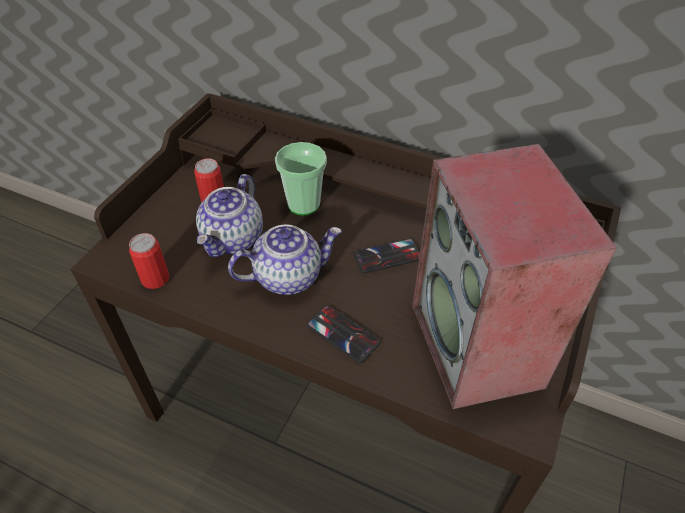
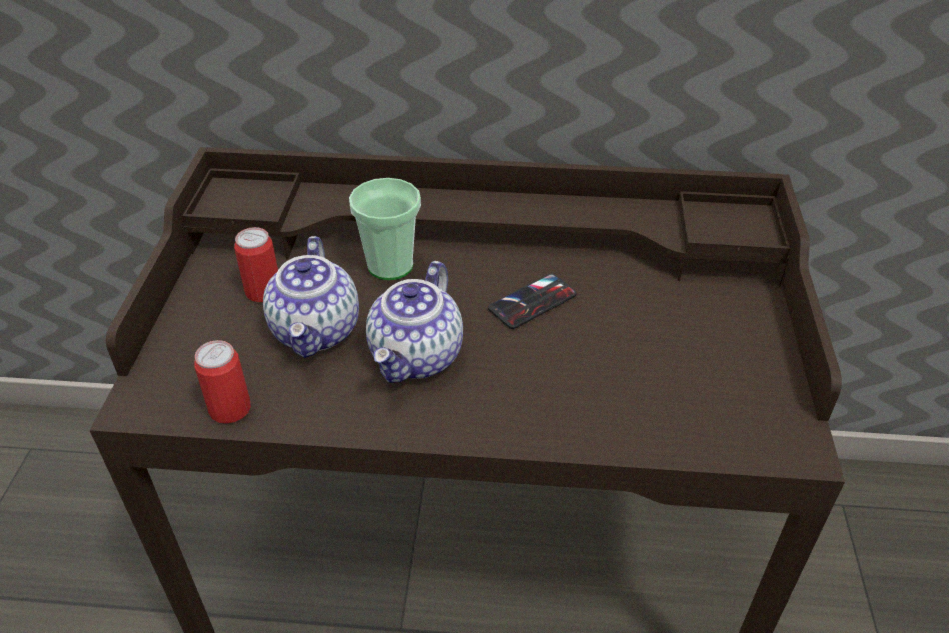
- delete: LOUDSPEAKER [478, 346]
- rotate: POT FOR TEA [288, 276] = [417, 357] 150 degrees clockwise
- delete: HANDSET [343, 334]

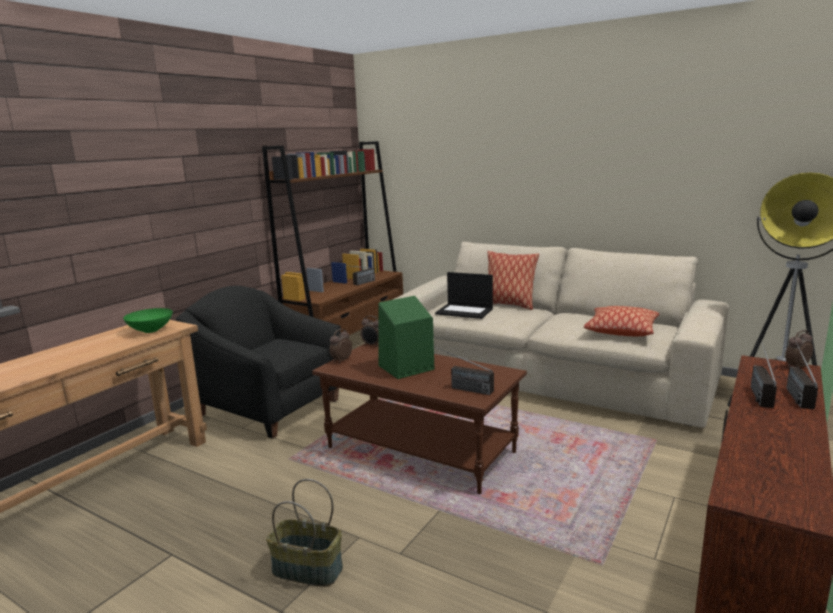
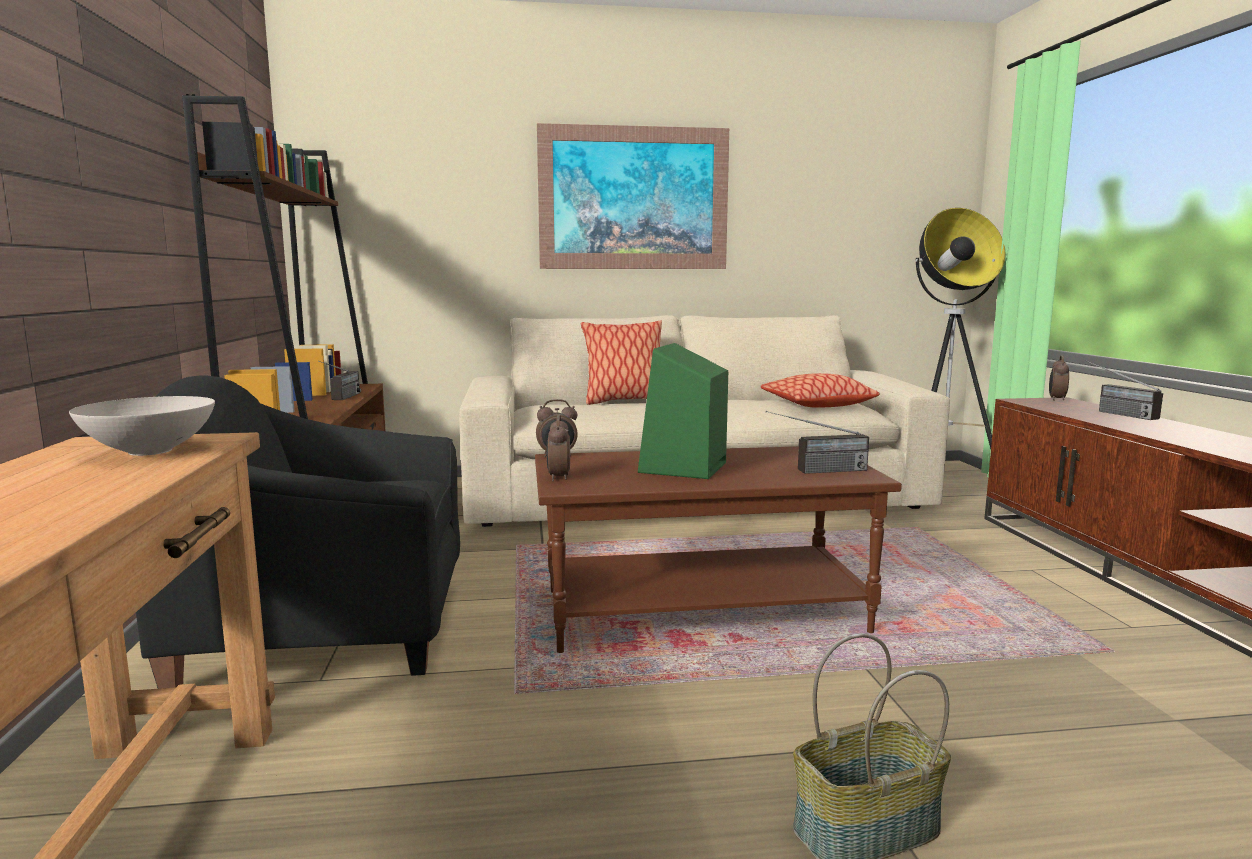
- delete: NOTEBOOK COMPUTER [465, 311]
- recolor: GREEN-COLOURED BOWL [151, 331] to WHITE BOWL [151, 451]
- delete: RADIO SET [757, 391]
- insert: WALL ART [634, 198]

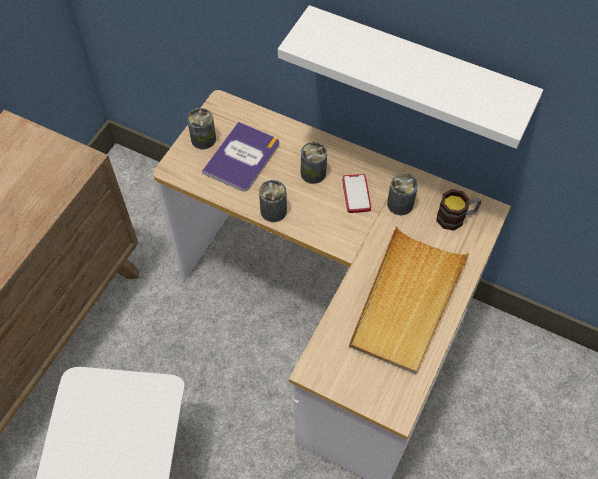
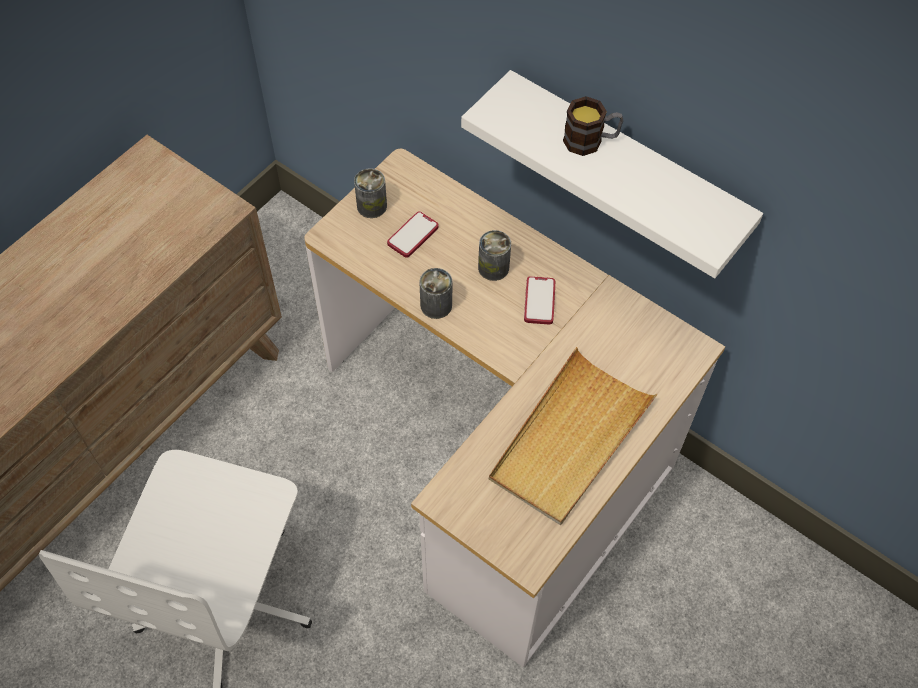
- replace: VOLUME [242, 157] to HANDSET [413, 235]
- delete: SEALED CAN [400, 204]
- move: COFFEE MUG [456, 217] to [591, 141]

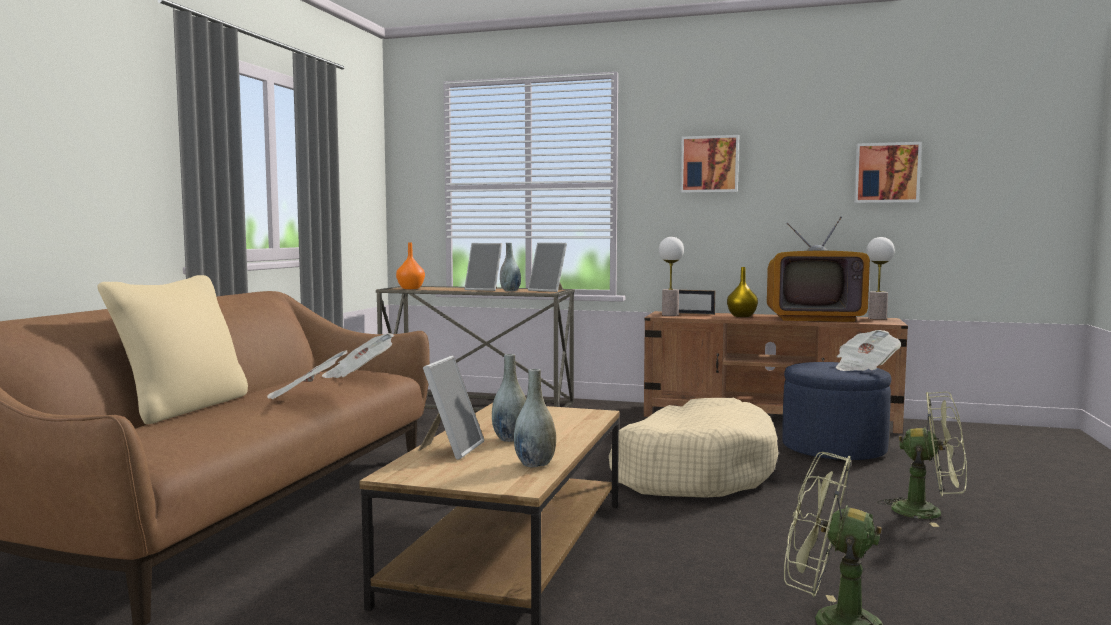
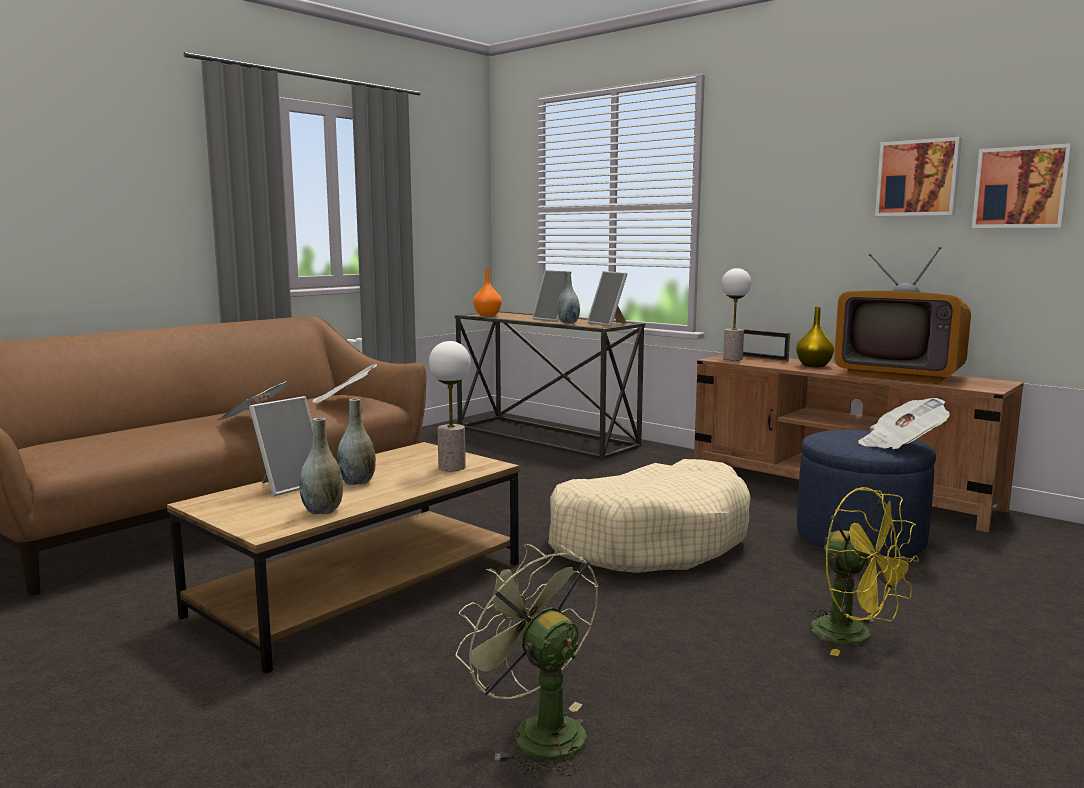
- move: WALL ART [709, 164] to [918, 178]
- move: LAMP FOR A TABLE [877, 318] to [452, 467]
- delete: BEIGE THROW PILLOW [183, 408]
- recolor: GREEN-COLOURED COOLING FAN [928, 512] to YELLOW-COLOURED COOLING FAN [855, 637]

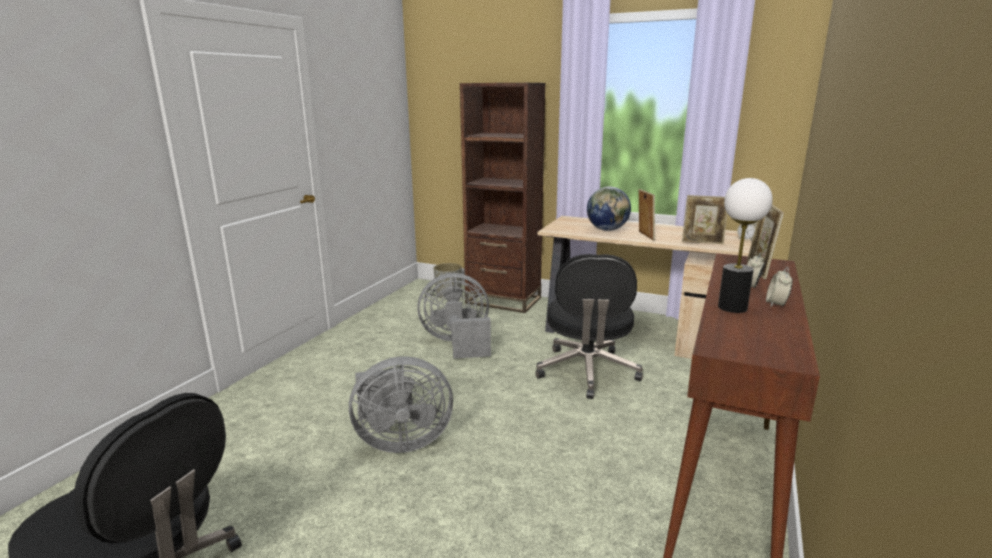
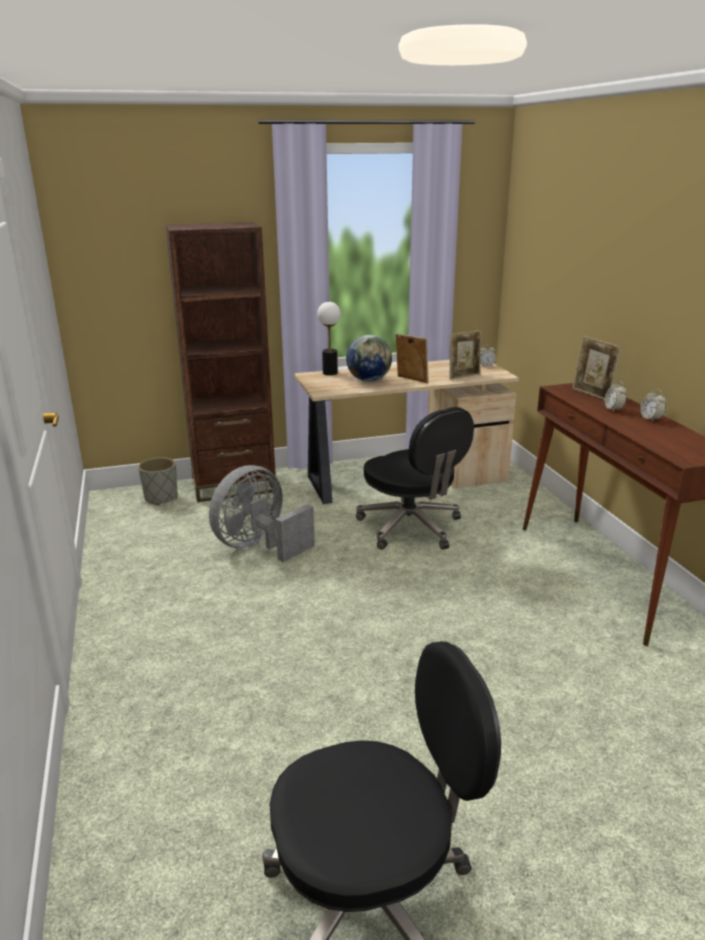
- move: LAMP FOR A TABLE [732, 307] to [330, 373]
- delete: GRAY COOLING FAN [400, 441]

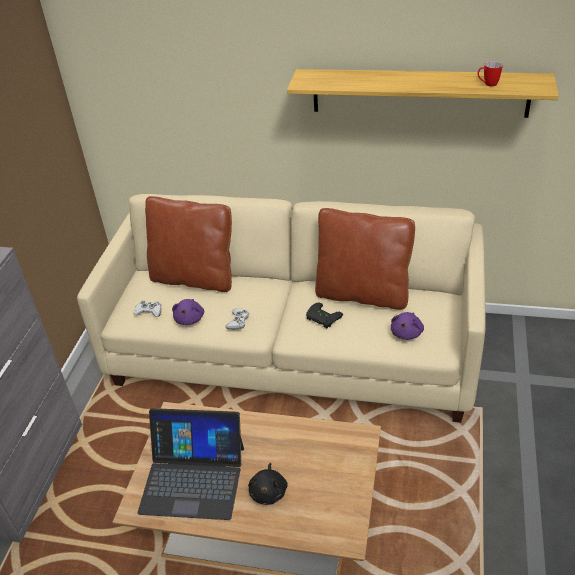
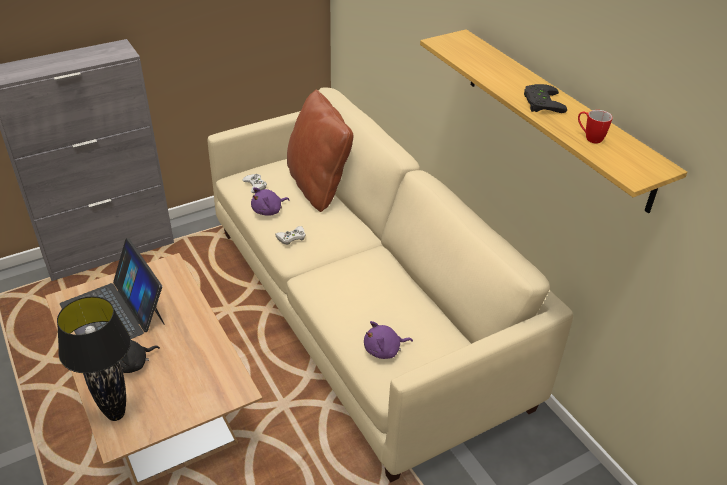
- delete: BROWN THROW PILLOW [363, 294]
- move: BLACK-COLOURED GAME CONTROLLER [322, 318] to [540, 102]
- insert: BLACK-COLOURED LAMP FOR A TABLE [116, 414]

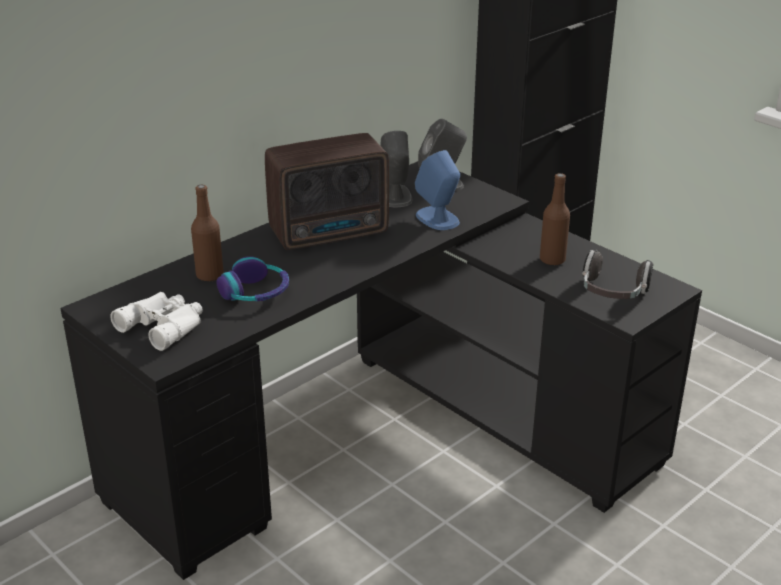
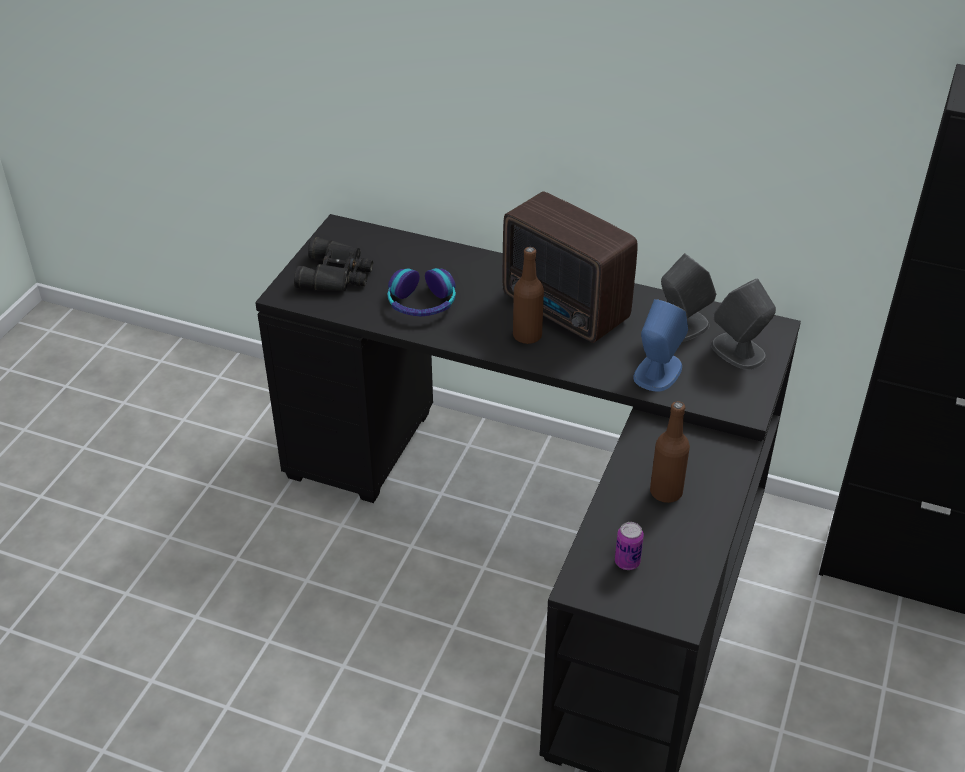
- move: BROWN BEVERAGE BOTTLE [210, 275] to [527, 336]
- replace: HEADPHONES [613, 293] to SEALED CAN [627, 562]
- recolor: WHITE BINOCULARS [164, 325] to BLACK-COLOURED BINOCULARS [337, 274]

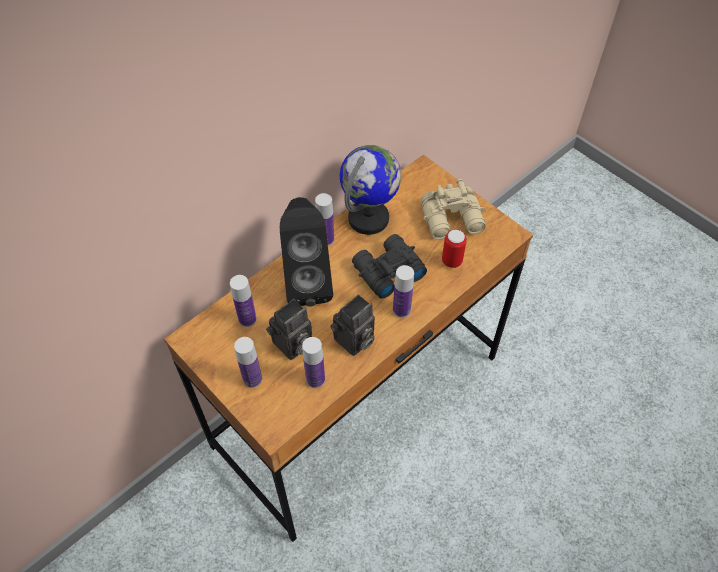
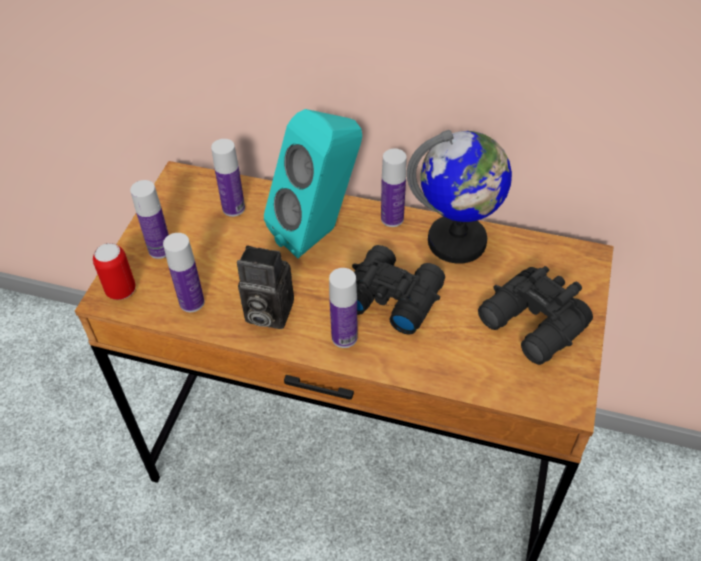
- recolor: BEIGE BINOCULARS [453, 220] to BLACK-COLOURED BINOCULARS [532, 326]
- recolor: BLACK-COLOURED LOUDSPEAKER [307, 282] to BLUE-GREEN LOUDSPEAKER [319, 232]
- move: SEALED CAN [451, 261] to [121, 290]
- delete: PHOTO CAMERA [292, 346]

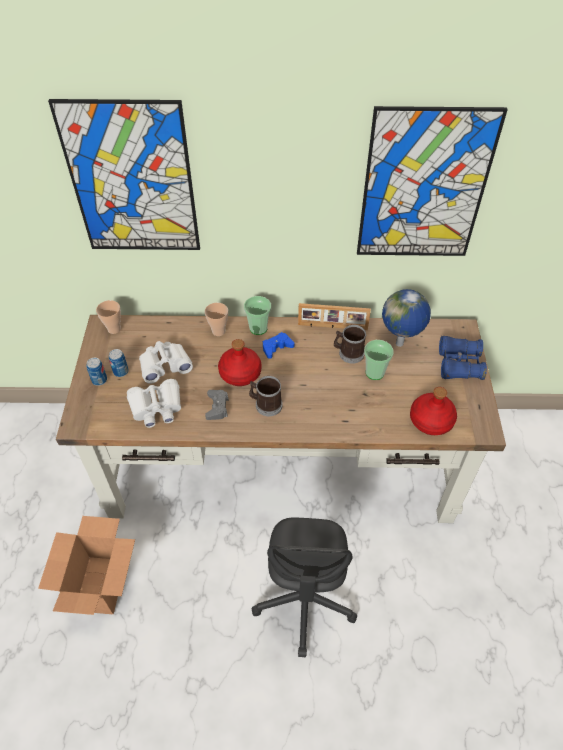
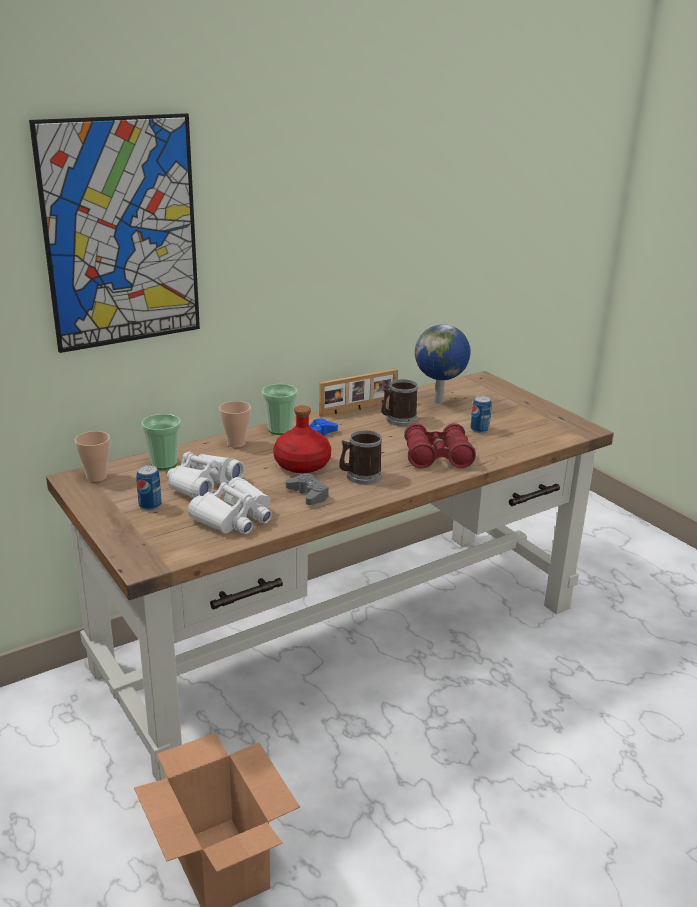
- delete: WALL ART [424, 187]
- delete: BLUE-COLOURED BINOCULARS [459, 364]
- move: CUP [374, 372] to [164, 464]
- move: SEALED CAN [99, 380] to [479, 430]
- delete: RED BEVERAGE BOTTLE [430, 420]
- delete: GRAY COMPUTER CHAIR [304, 602]
- insert: RED BINOCULARS [437, 457]

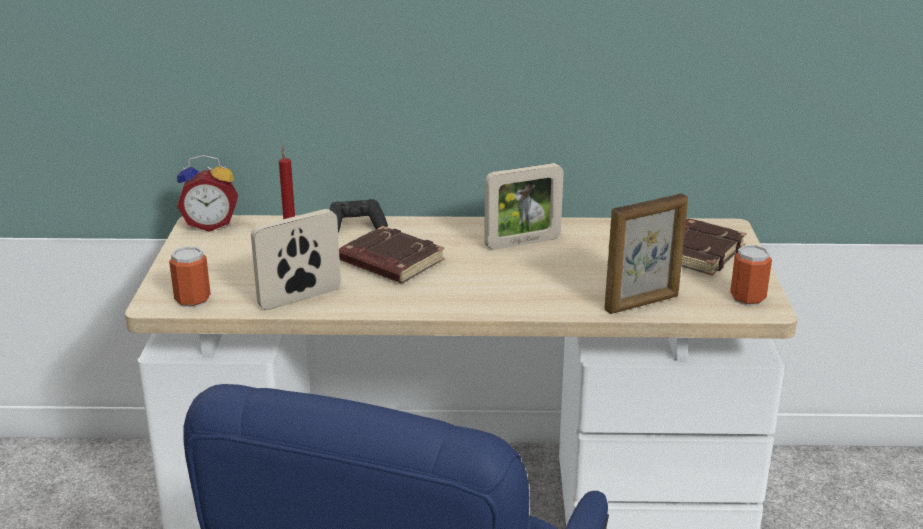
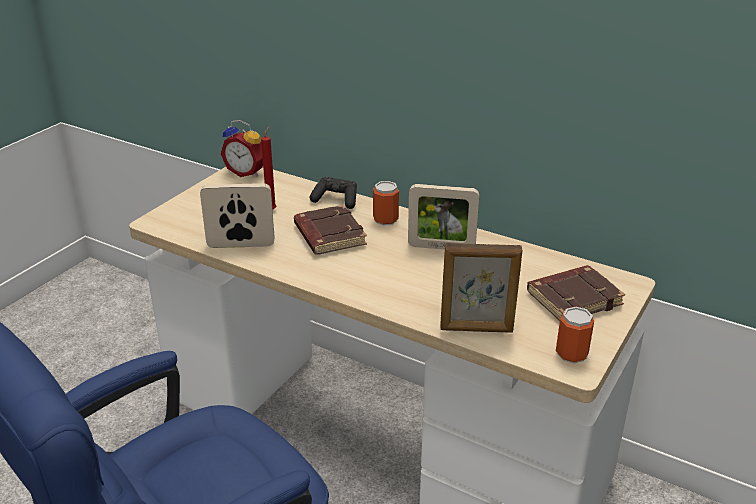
- move: SEALED CAN [192, 300] to [385, 219]

